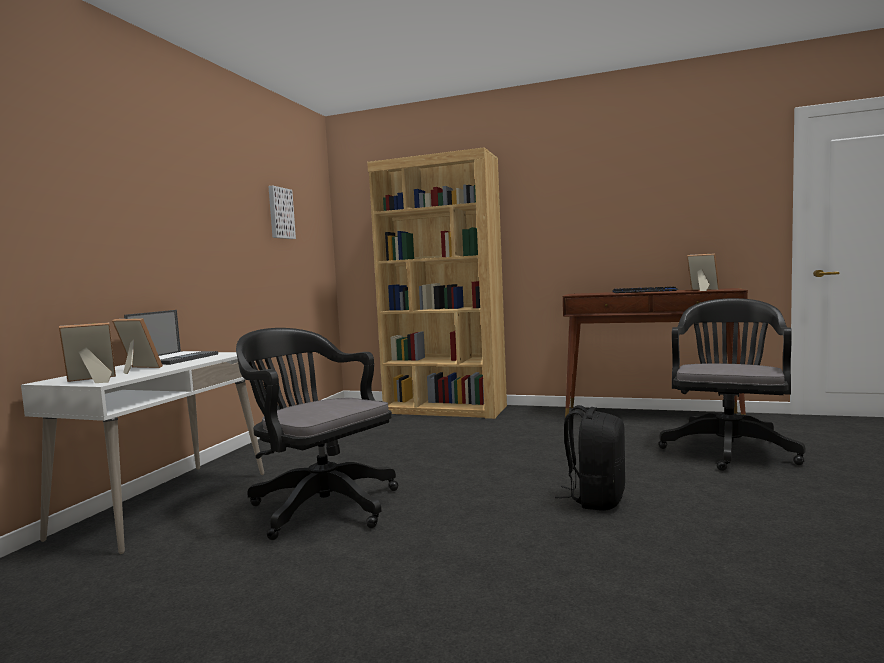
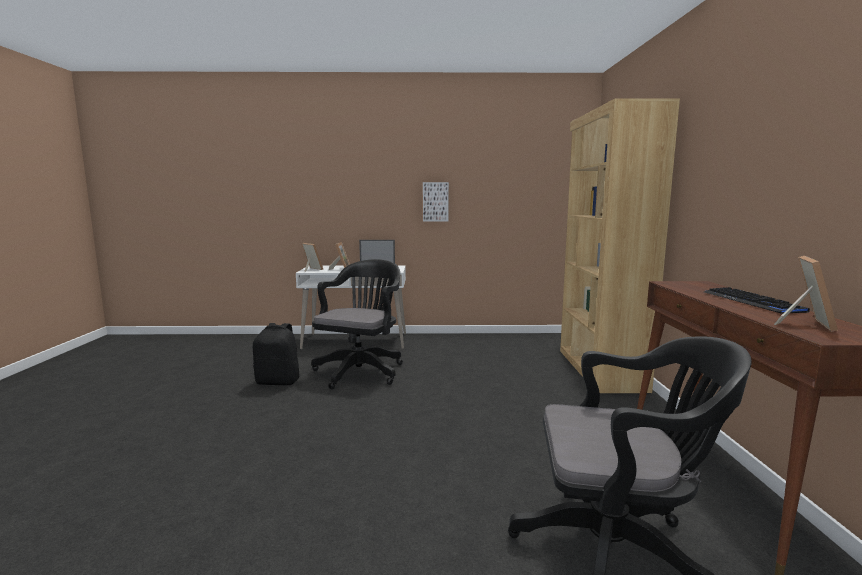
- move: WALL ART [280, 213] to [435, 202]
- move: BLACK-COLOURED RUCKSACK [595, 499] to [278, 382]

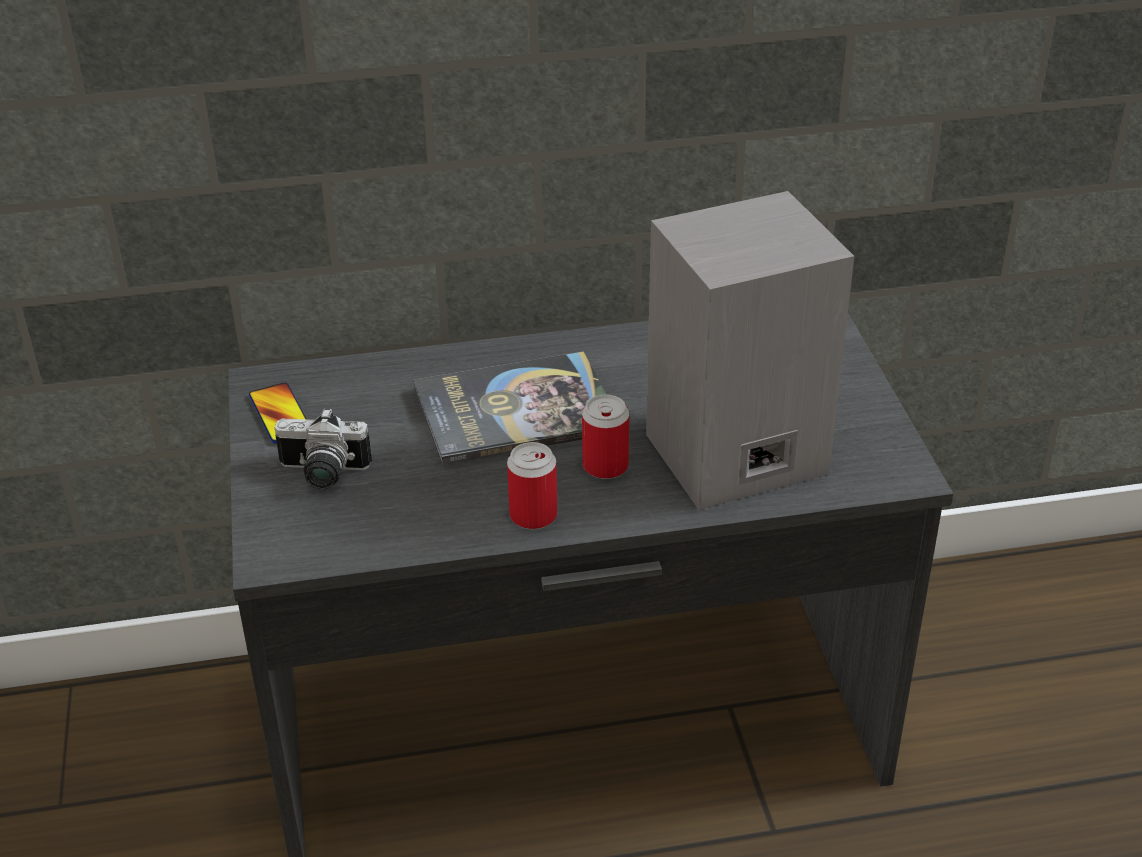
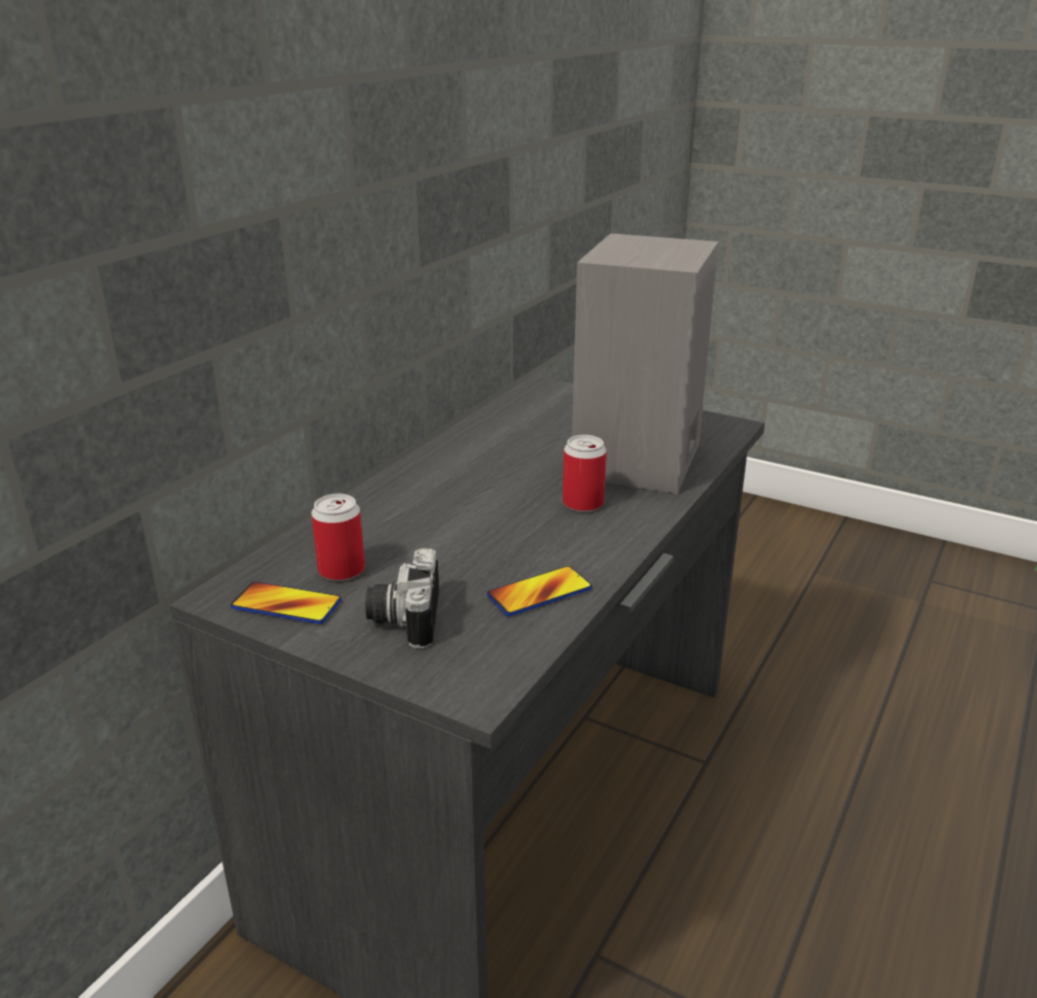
- delete: VOLUME [516, 410]
- rotate: PHOTO CAMERA [322, 474] = [403, 618] 135 degrees clockwise
- move: SEALED CAN [533, 515] to [341, 570]
- insert: HANDSET [539, 593]

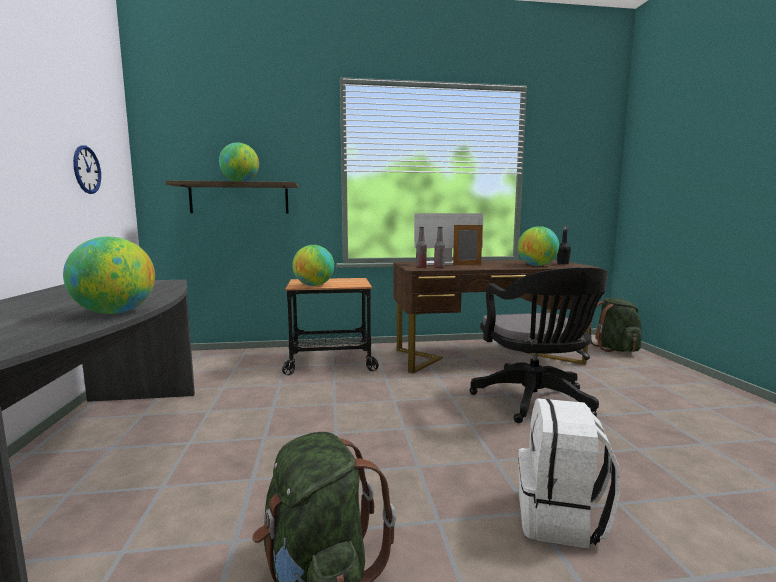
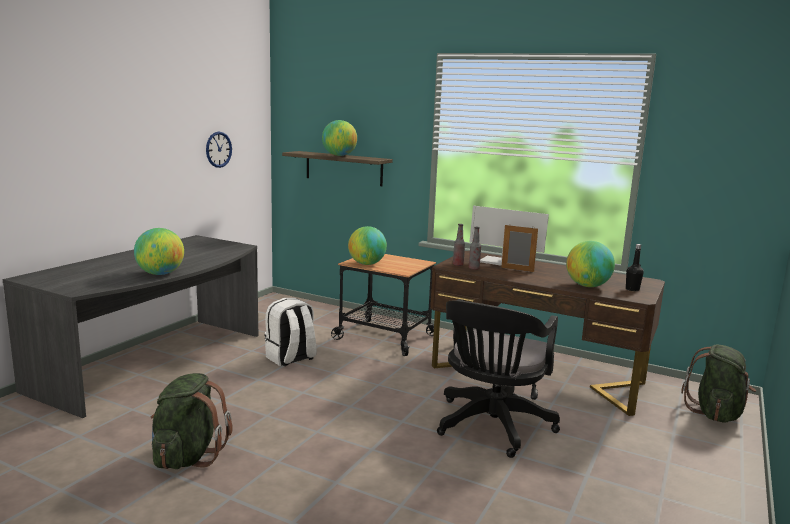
- move: WHITE RUCKSACK [560, 519] to [291, 358]

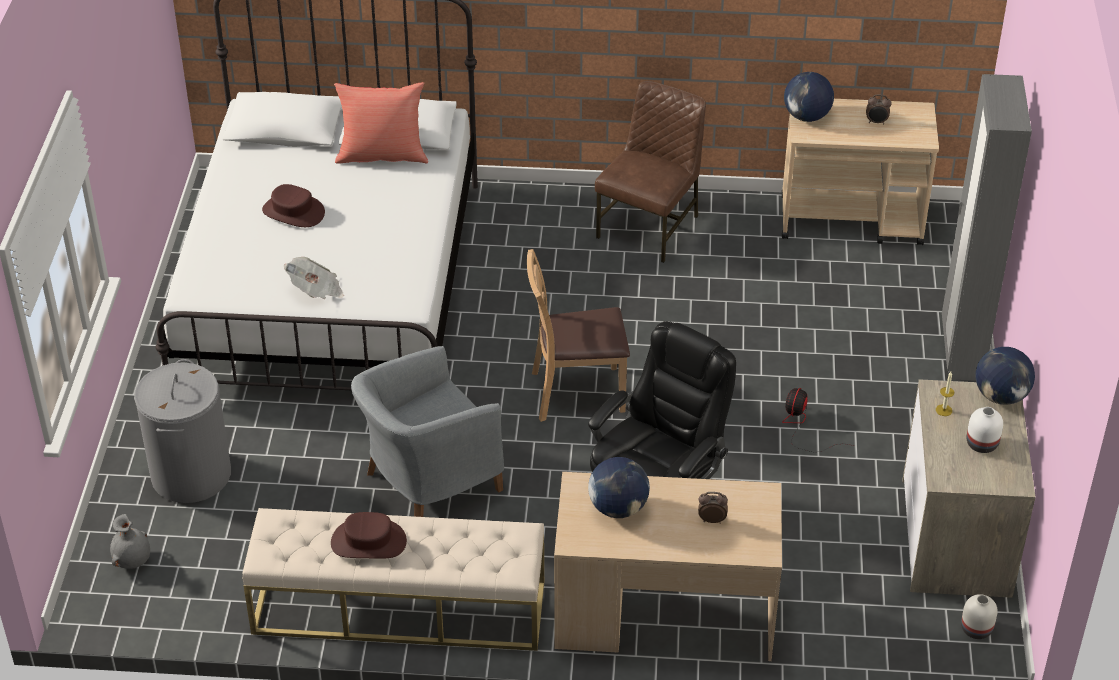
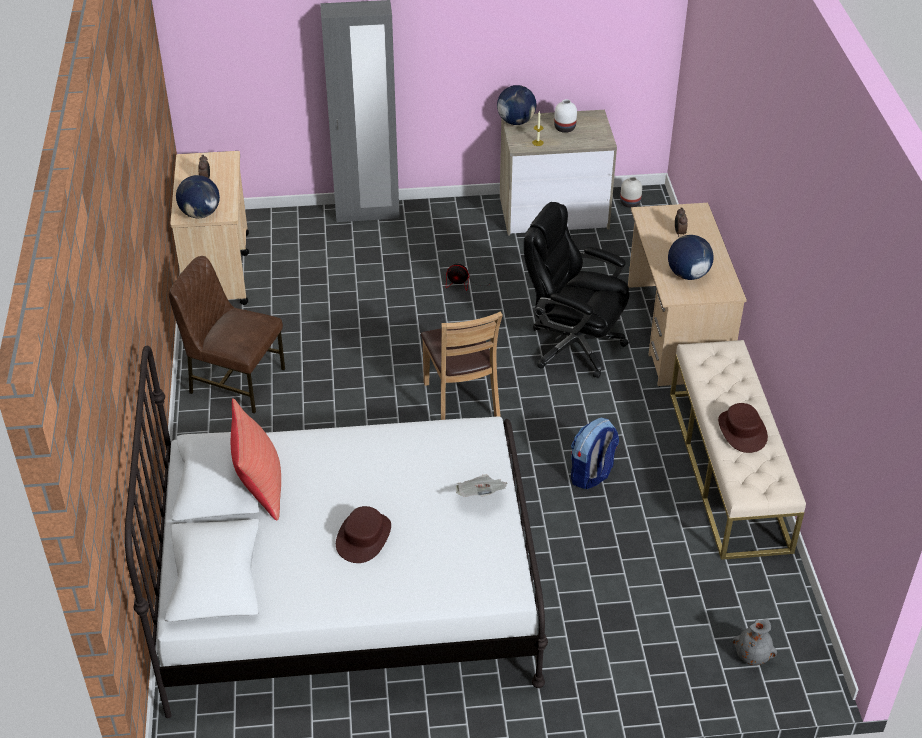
- replace: GRAY LOUNGE CHAIR [428, 483] to RUCKSACK [592, 474]
- delete: GRAY HAMPER [191, 474]

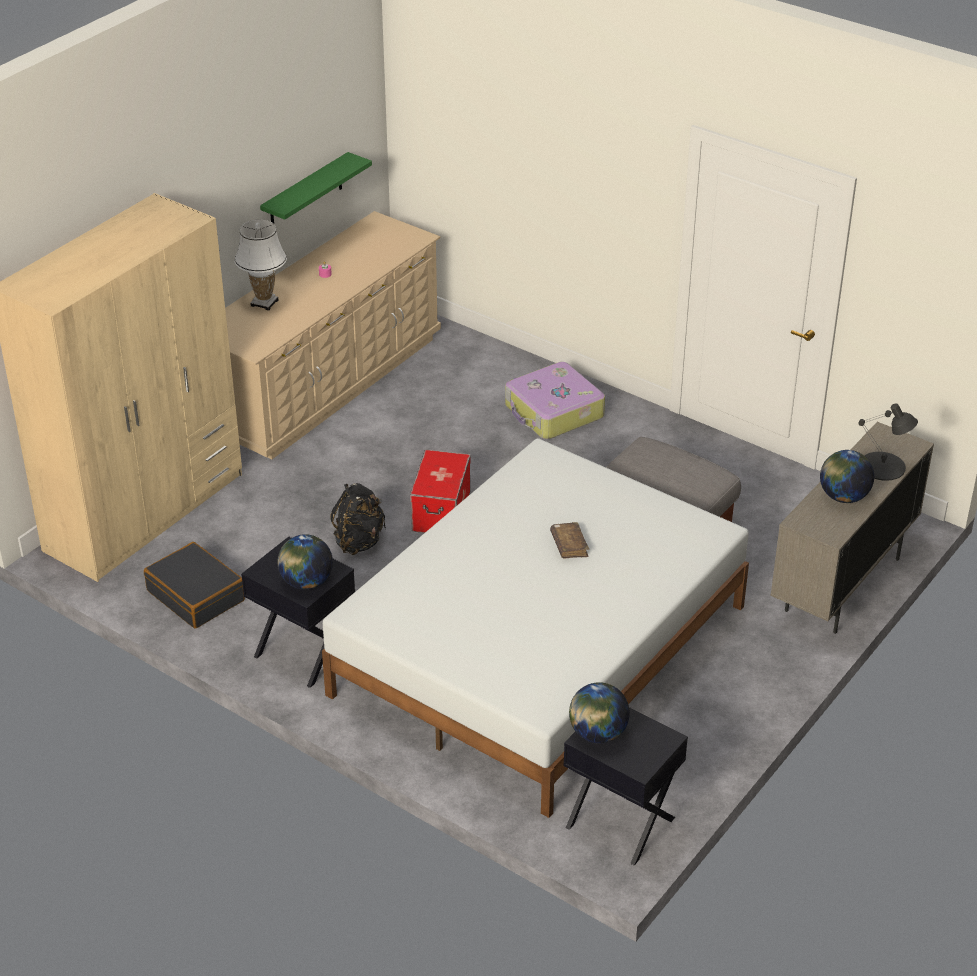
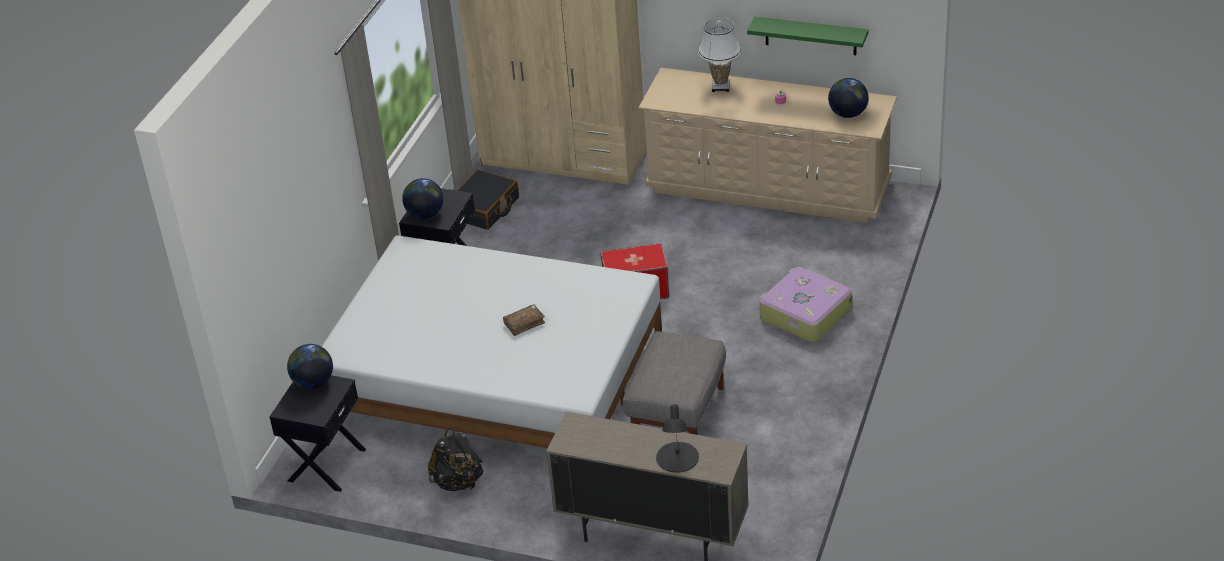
- move: WORLD GLOBE [843, 497] to [848, 114]
- move: BLACK-COLOURED RUCKSACK [359, 542] to [458, 482]

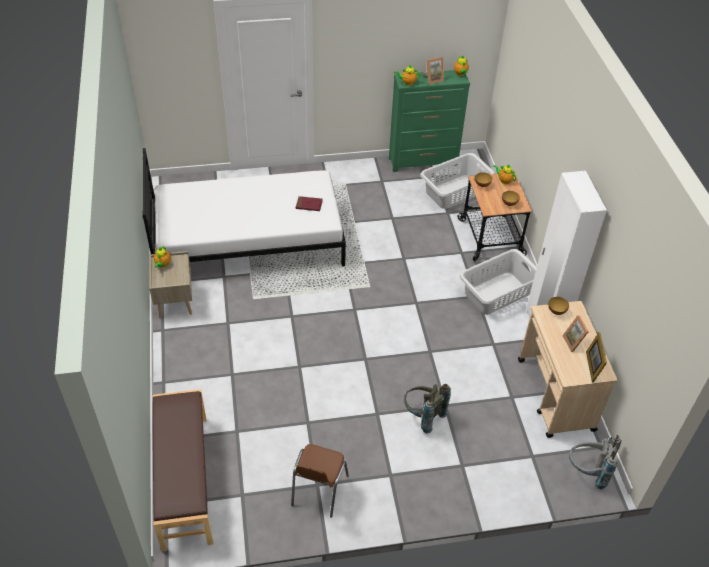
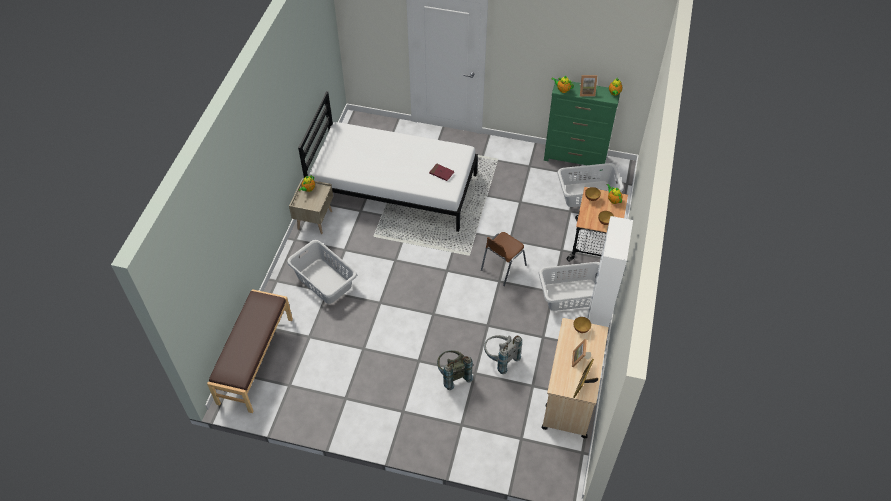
- move: GRAY RUCKSACK [588, 472] to [500, 359]
- move: BROWN PLAIN CHAIR [318, 491] to [502, 268]
- insert: GRAY HAMPER [324, 281]

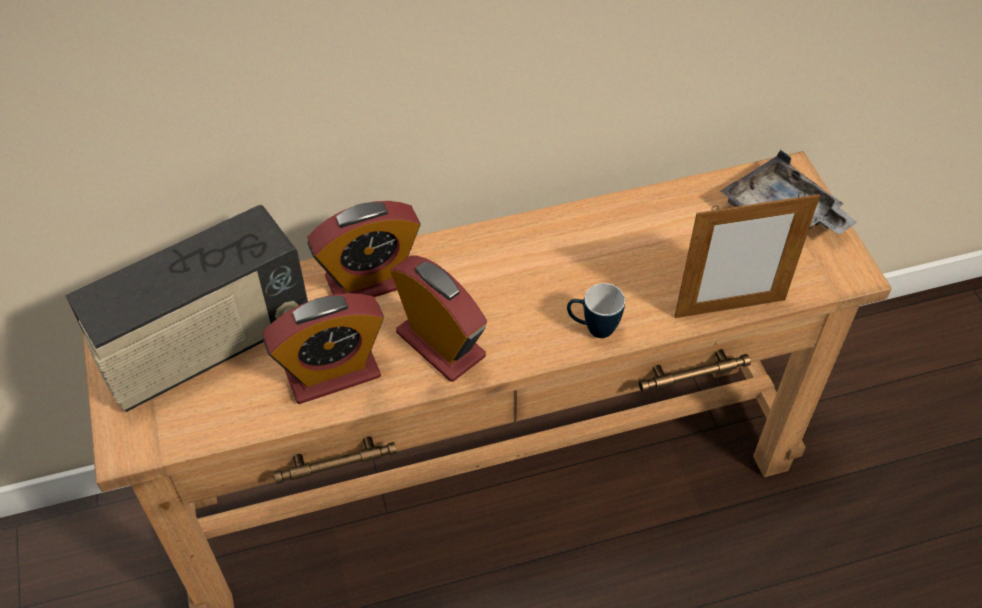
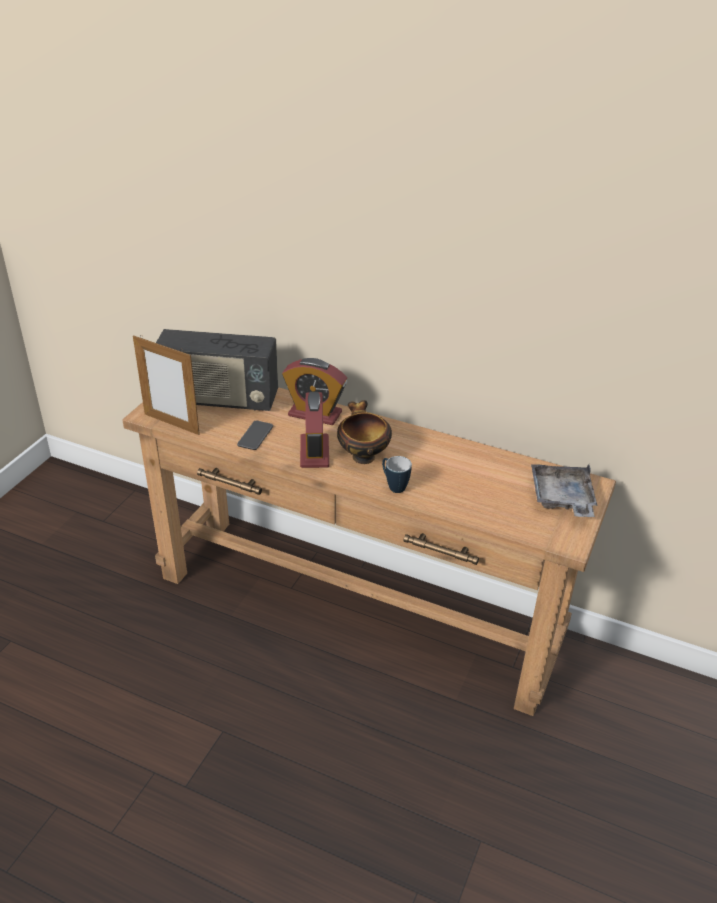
- move: PICTURE FRAME [730, 308] to [171, 424]
- replace: TABLE CLOCK [332, 373] to HANDSET [255, 436]
- insert: BOWL [362, 456]

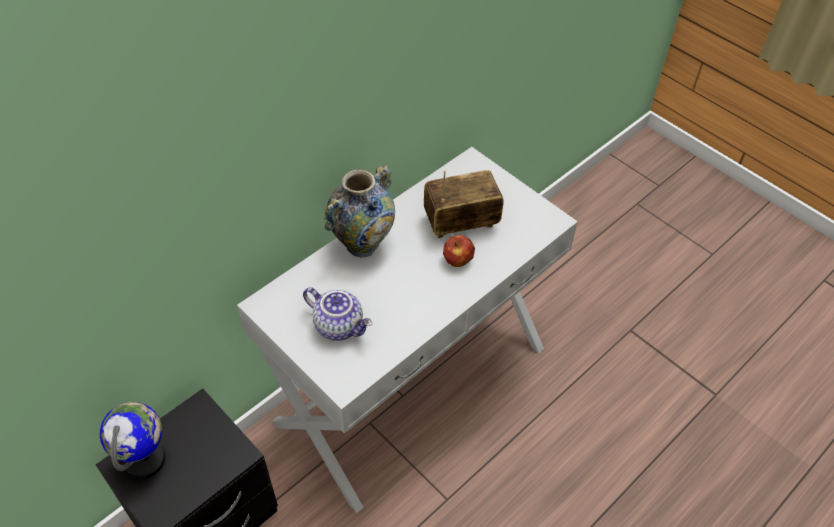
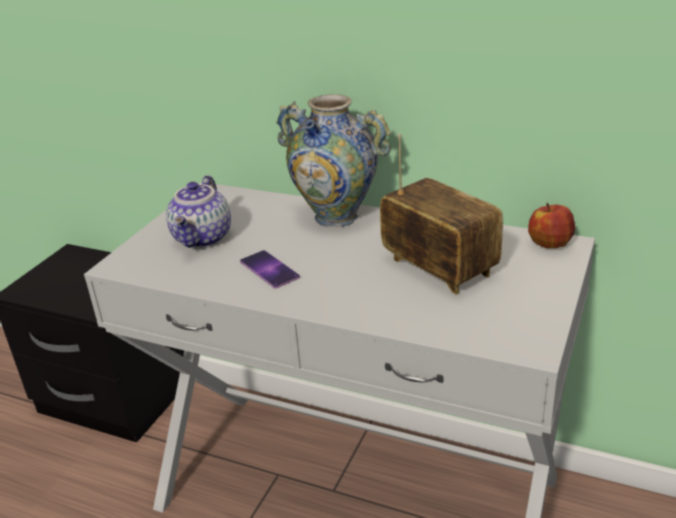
- move: APPLE FRUIT [458, 260] to [550, 244]
- delete: WORLD GLOBE [146, 460]
- insert: HANDSET [269, 269]

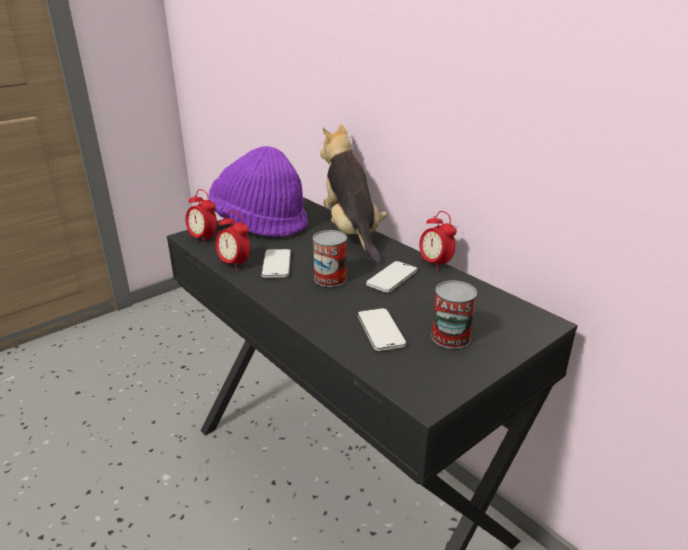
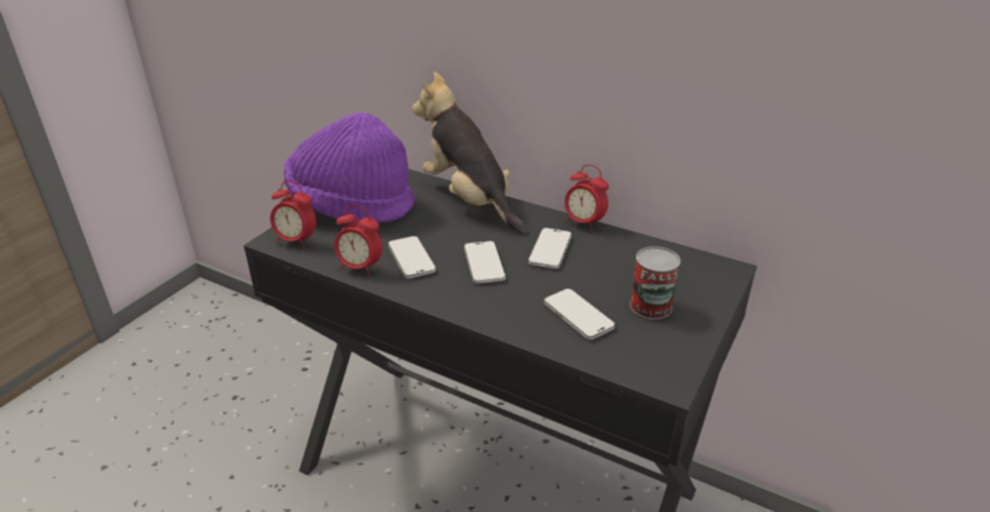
- replace: SEALED CAN [330, 278] to HANDSET [484, 264]

